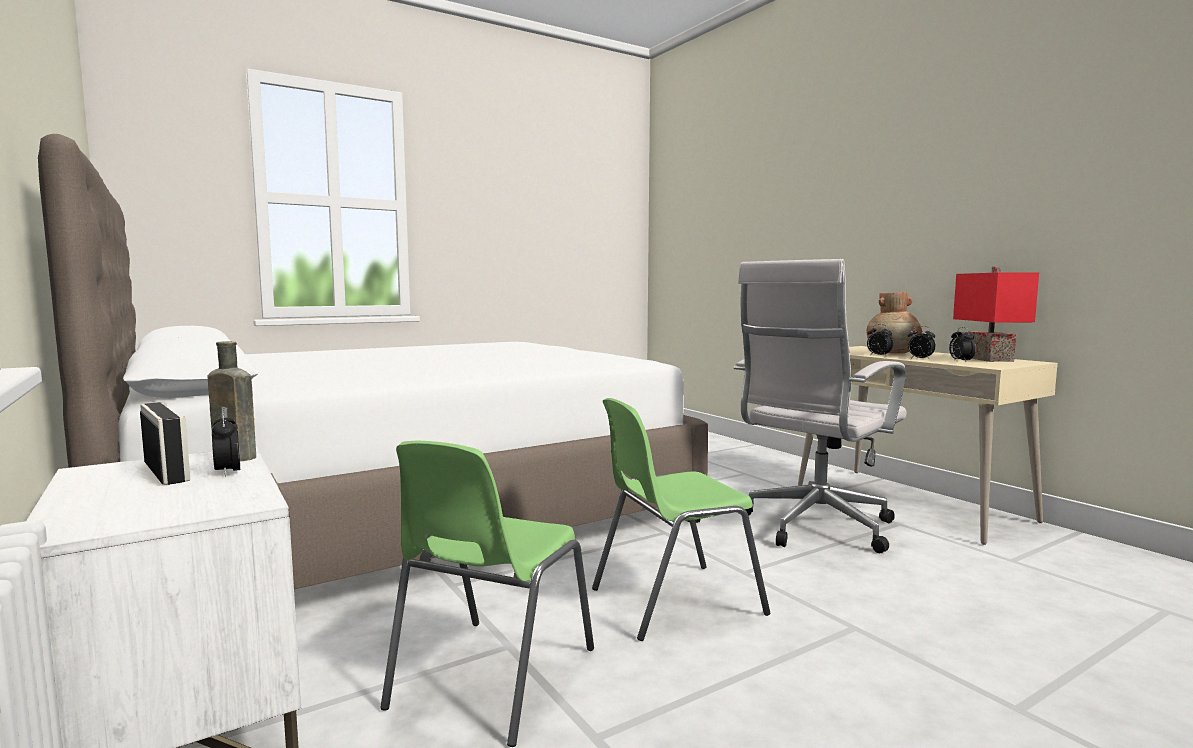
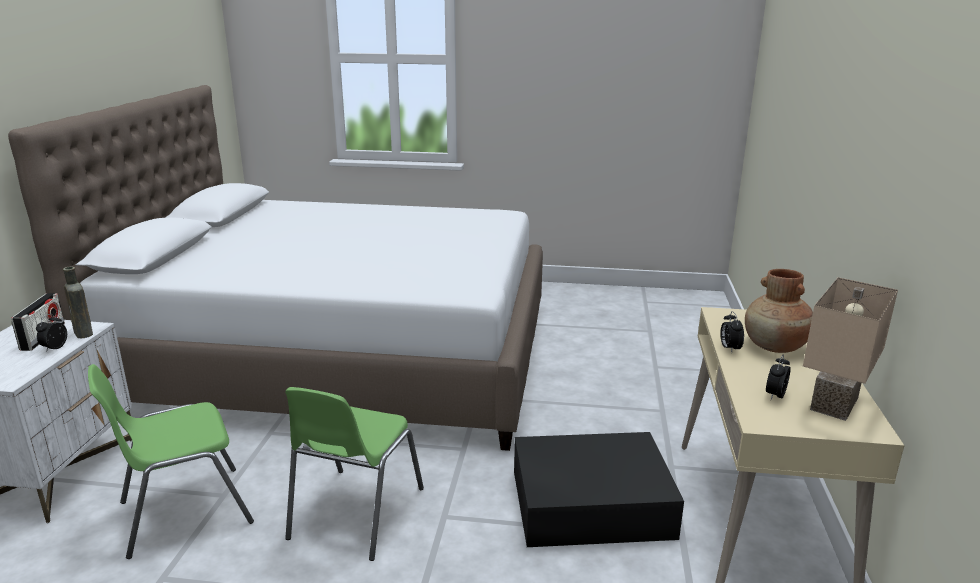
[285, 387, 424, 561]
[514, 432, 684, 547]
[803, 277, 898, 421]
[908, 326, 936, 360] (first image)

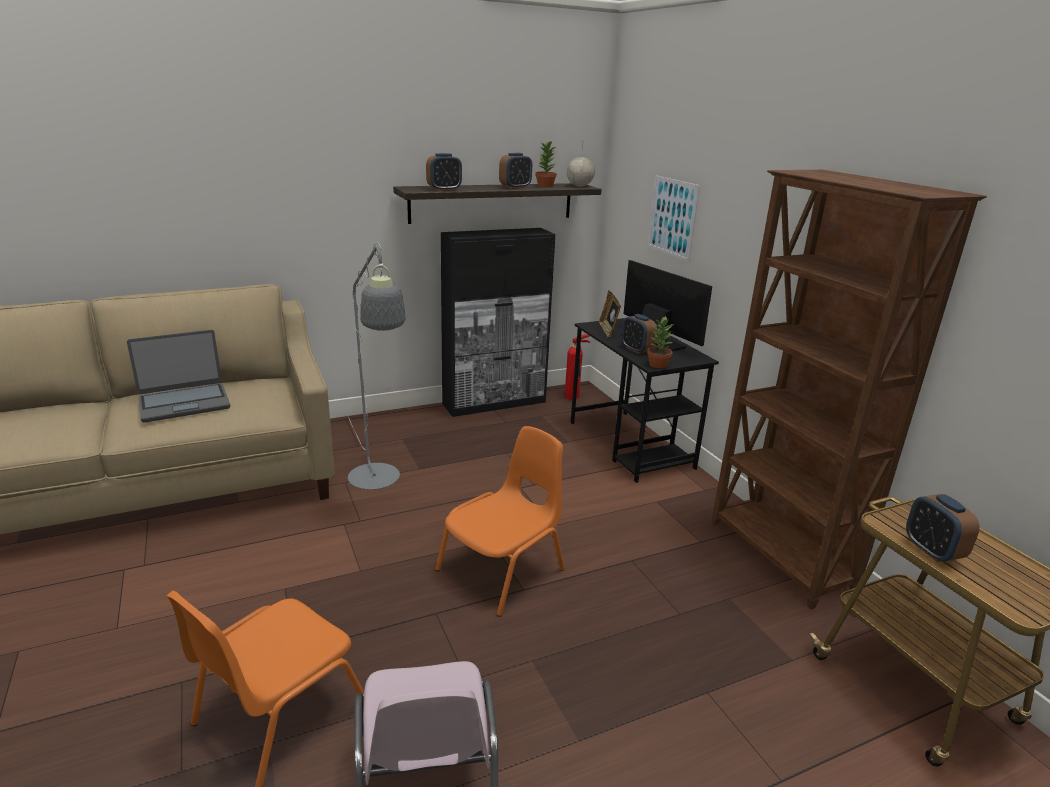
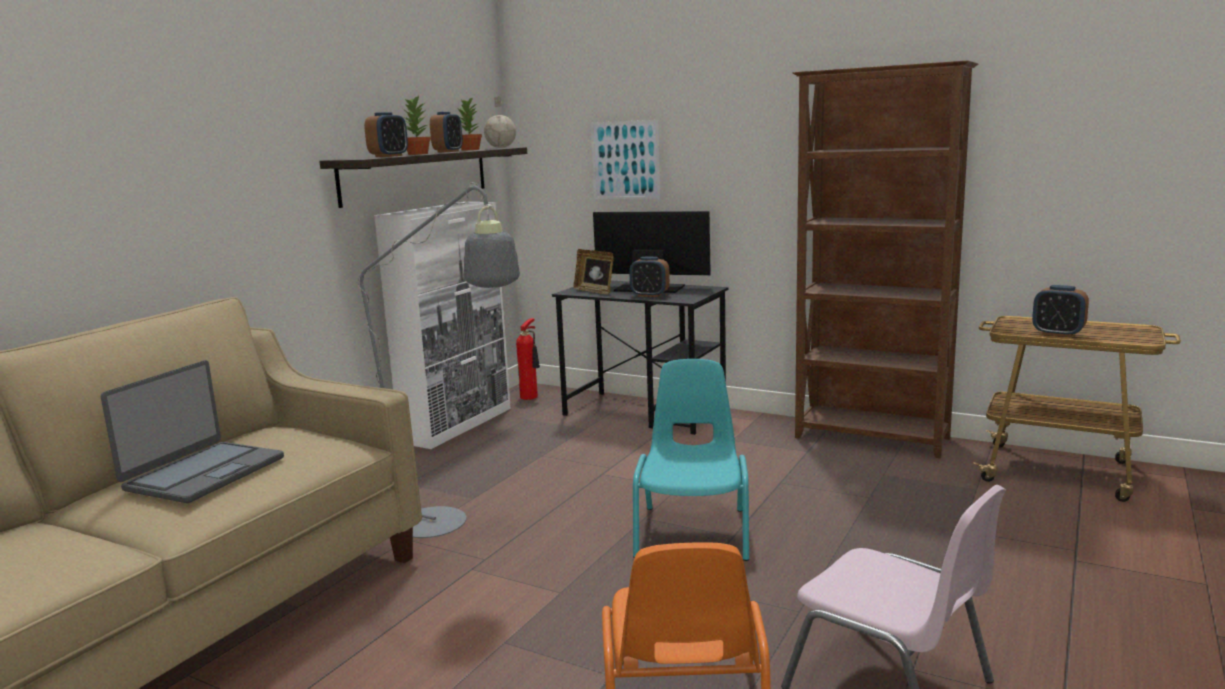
[374, 202, 511, 449]
[403, 95, 431, 155]
[633, 359, 749, 561]

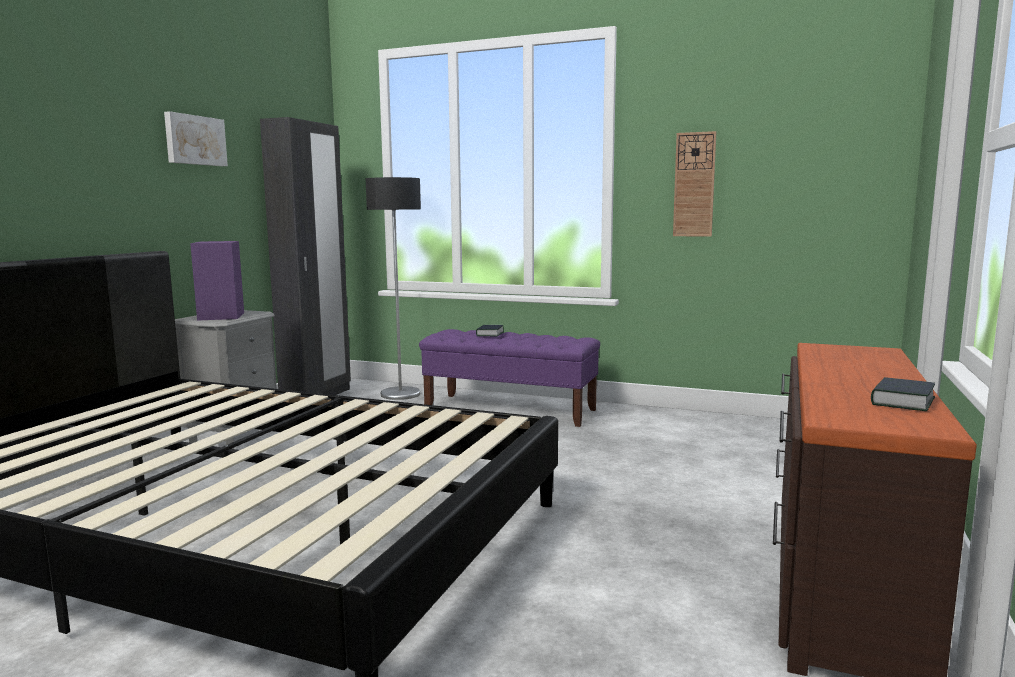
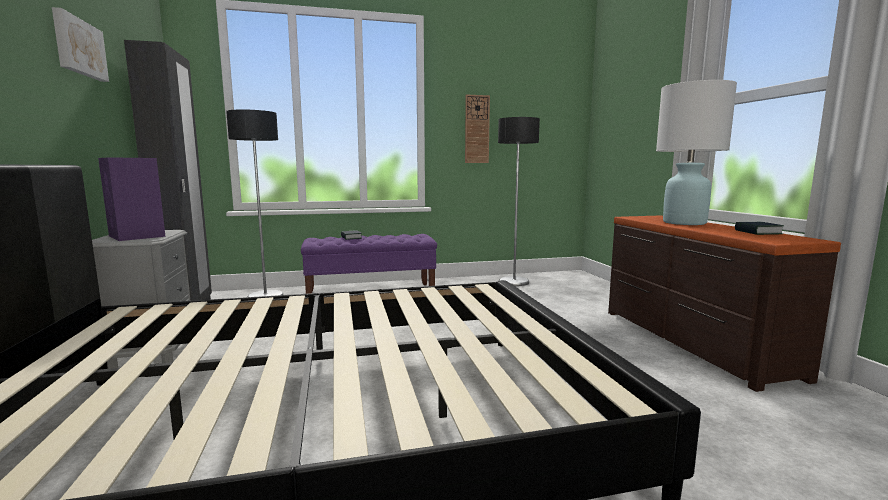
[498, 117, 540, 286]
[656, 80, 737, 225]

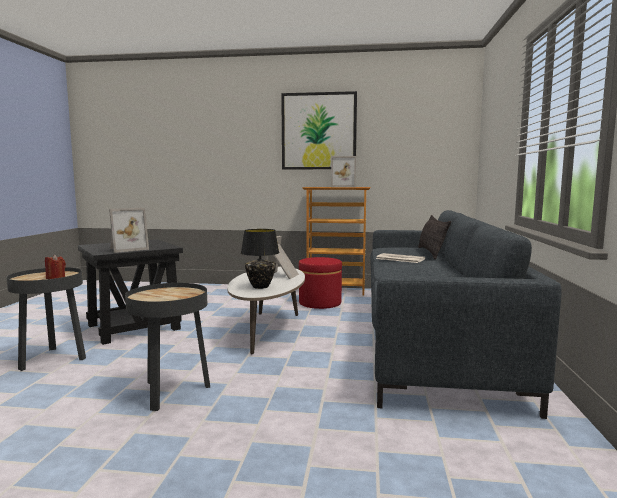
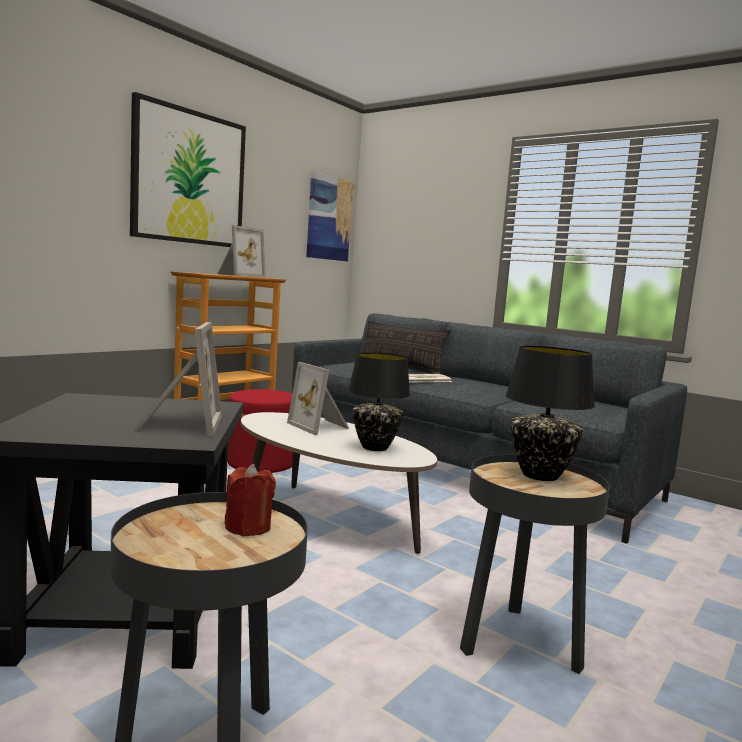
[306, 171, 354, 262]
[506, 346, 595, 481]

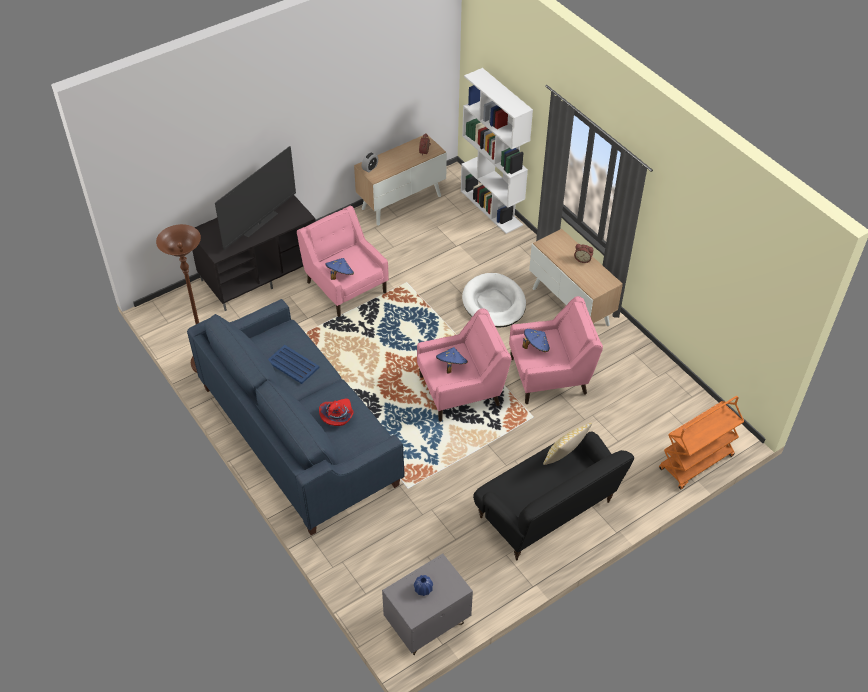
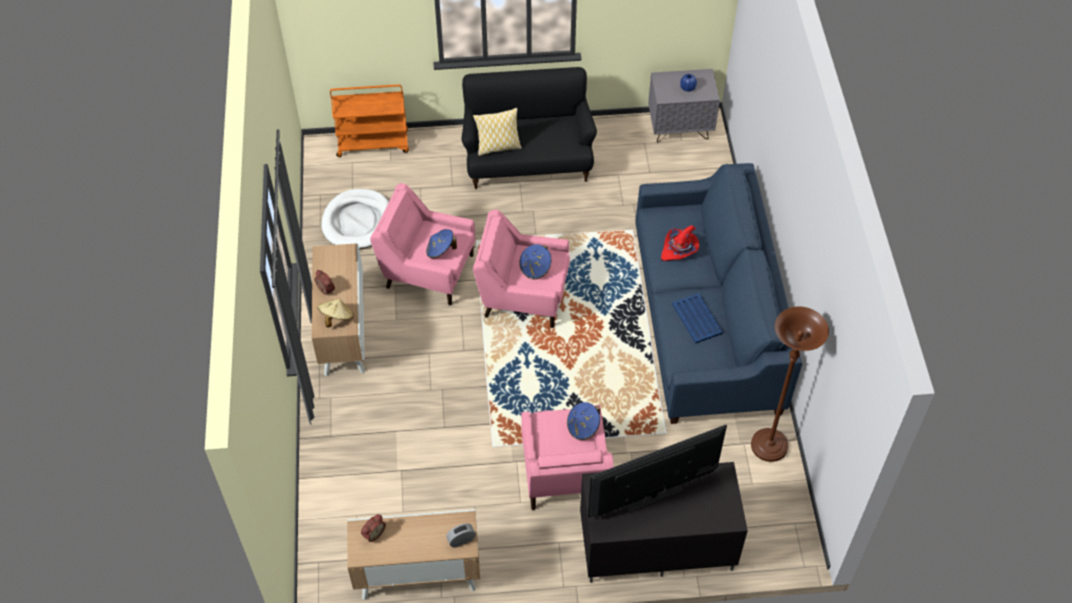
[318, 298, 354, 327]
[322, 189, 389, 250]
[461, 68, 533, 234] (first image)

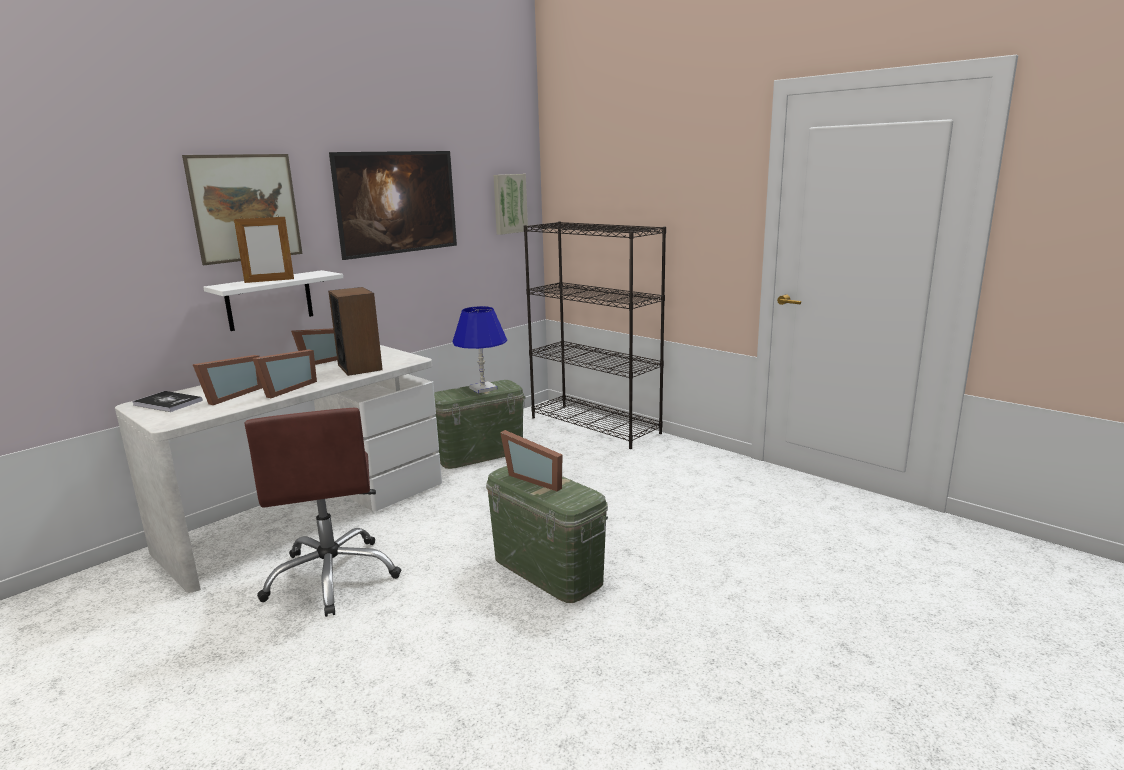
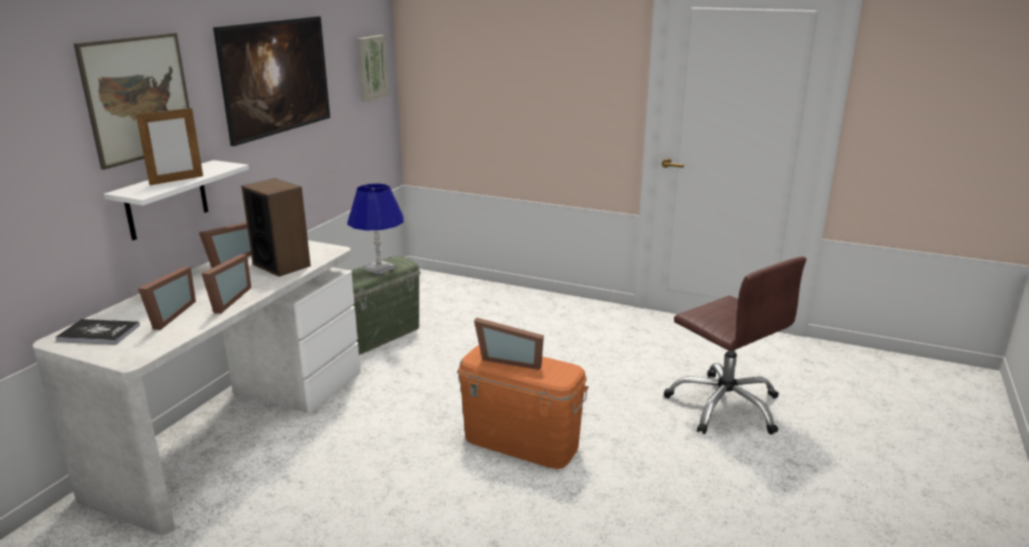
[457, 345, 589, 469]
[664, 256, 806, 435]
[524, 222, 666, 449] (first image)

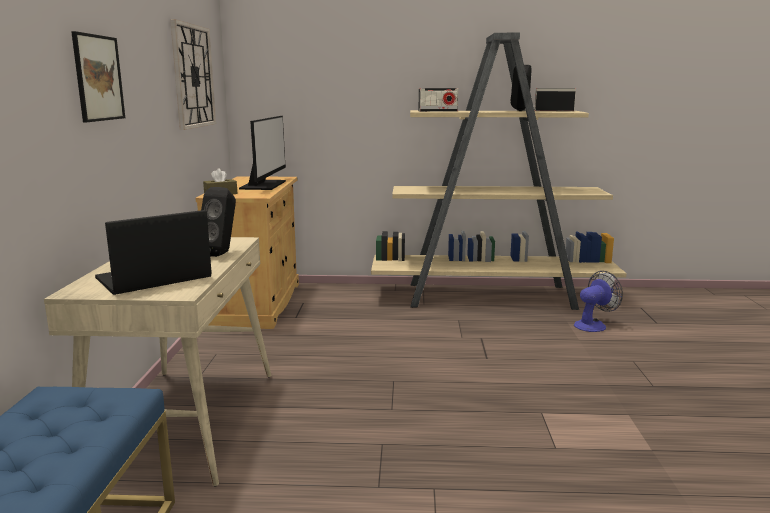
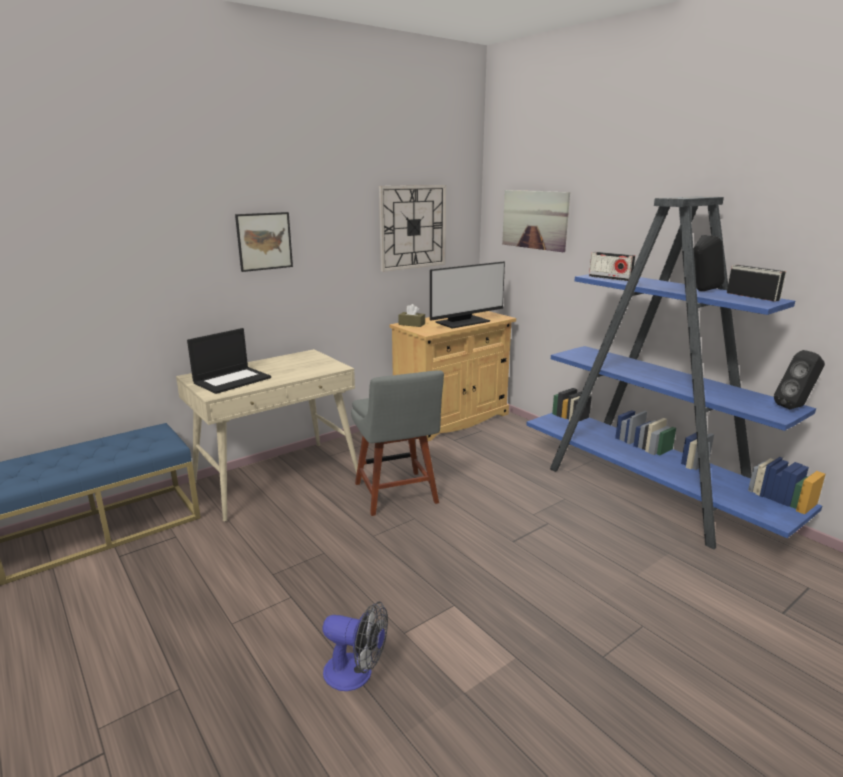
[187, 328, 271, 394]
[322, 602, 388, 691]
[351, 370, 444, 516]
[502, 190, 570, 252]
[526, 196, 825, 549]
[774, 350, 825, 409]

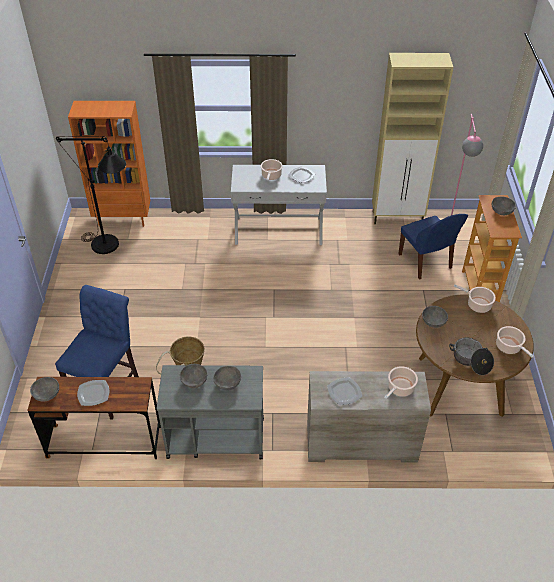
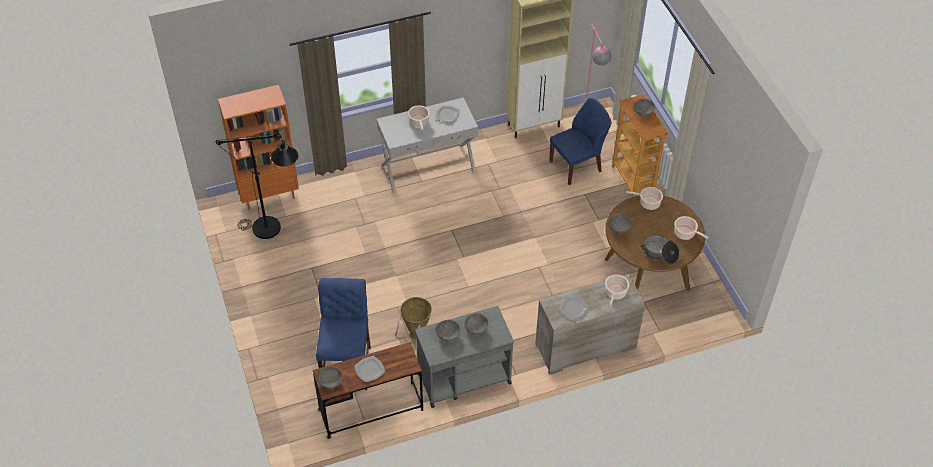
[549, 98, 611, 185]

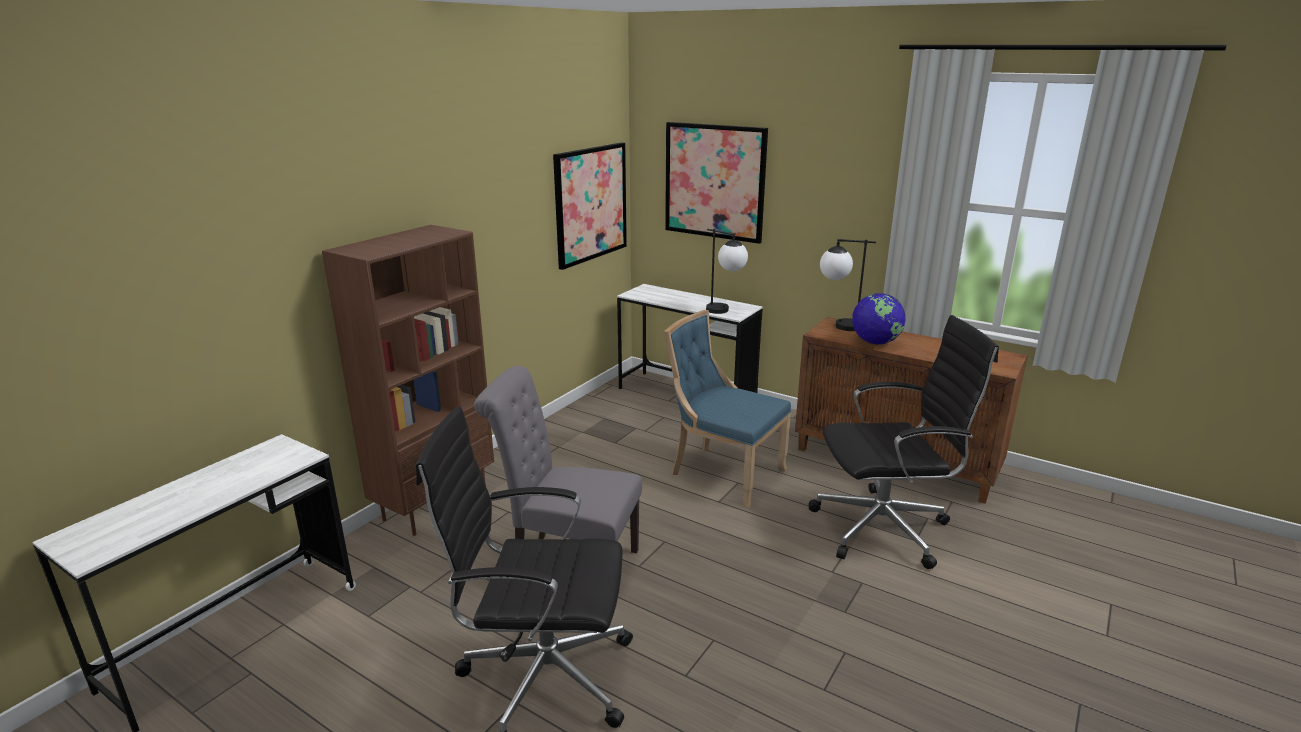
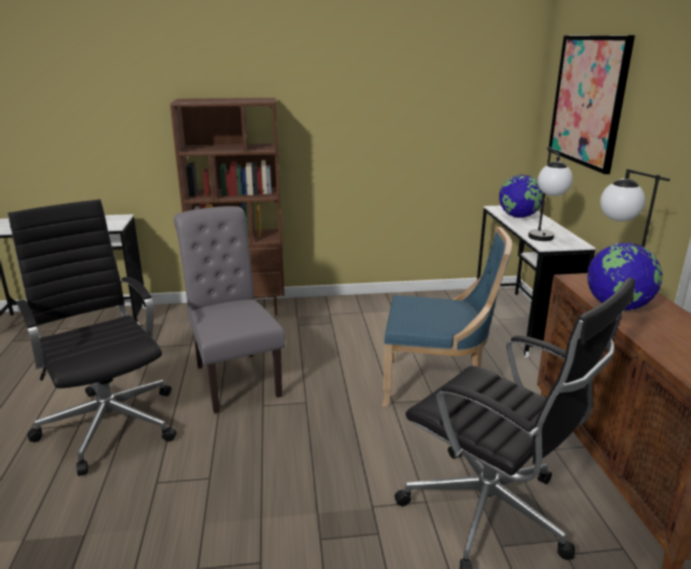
[382, 227, 512, 407]
[499, 174, 543, 218]
[553, 143, 627, 270] (first image)

